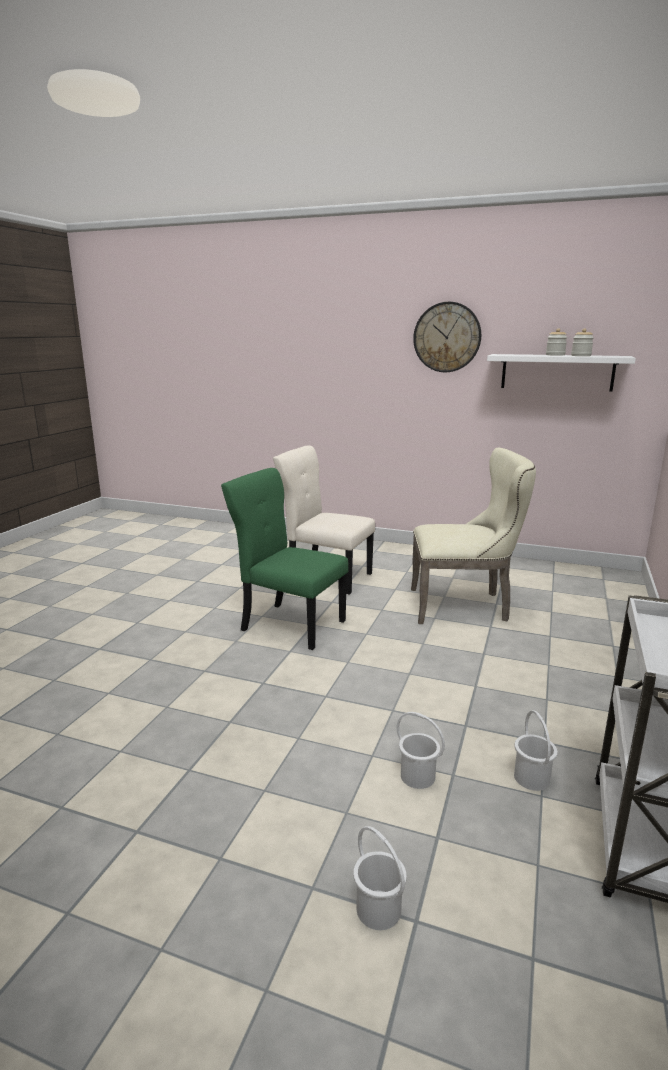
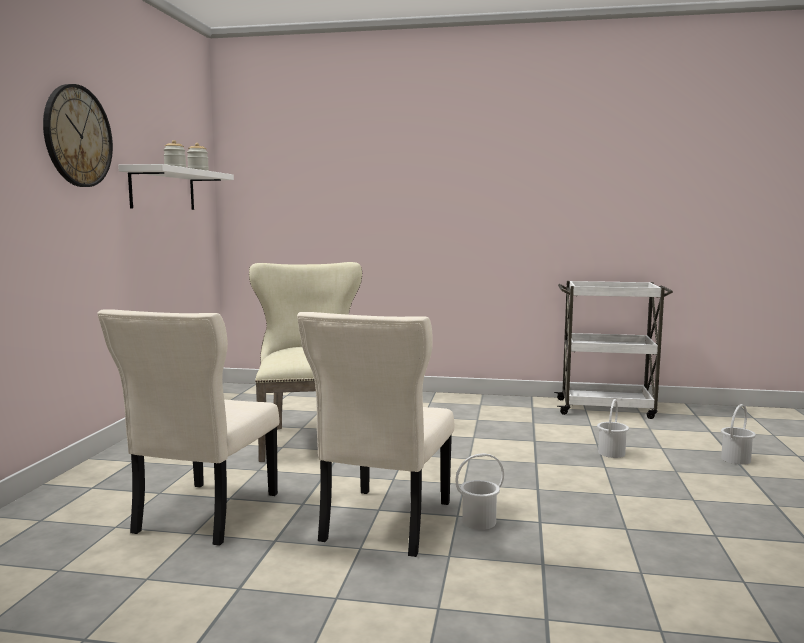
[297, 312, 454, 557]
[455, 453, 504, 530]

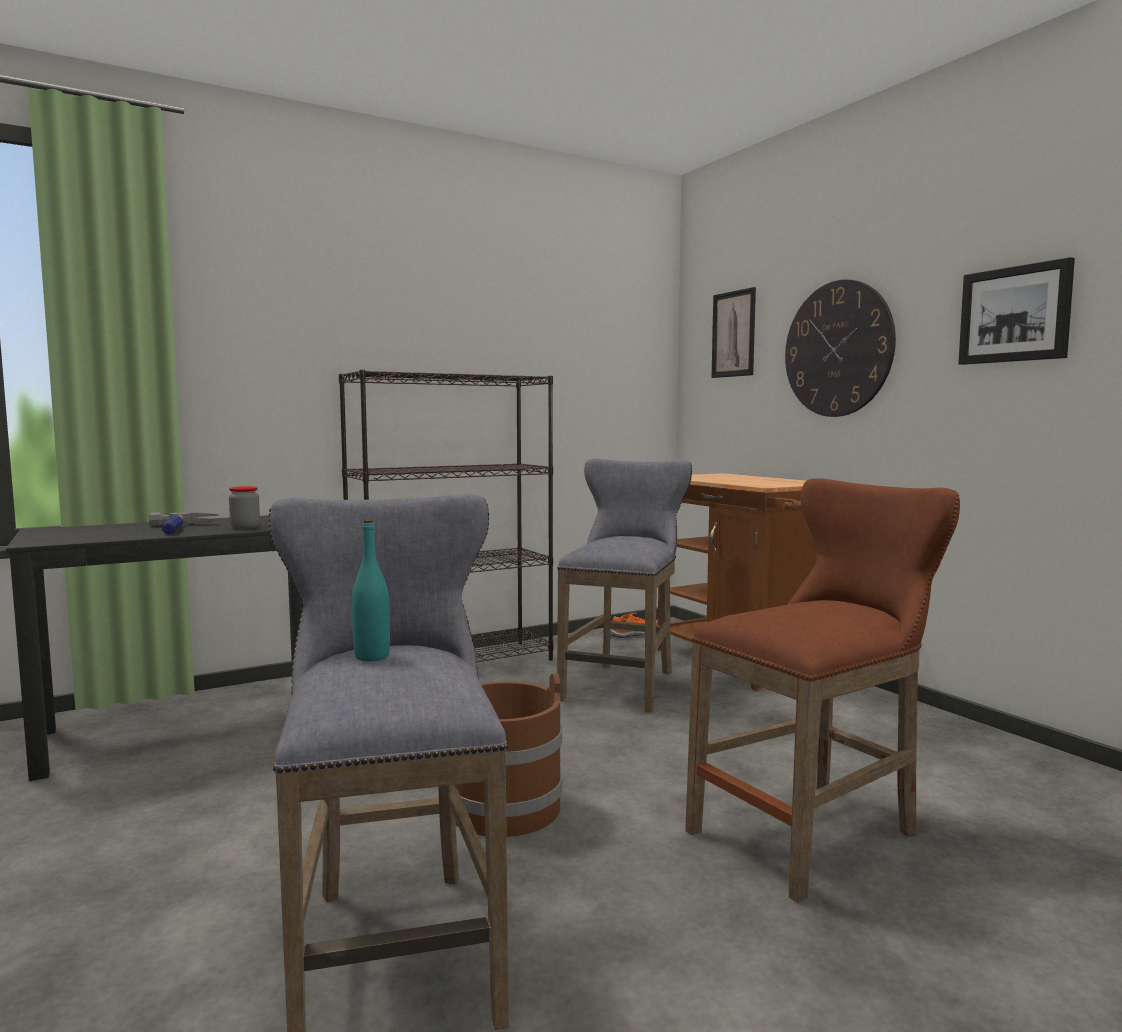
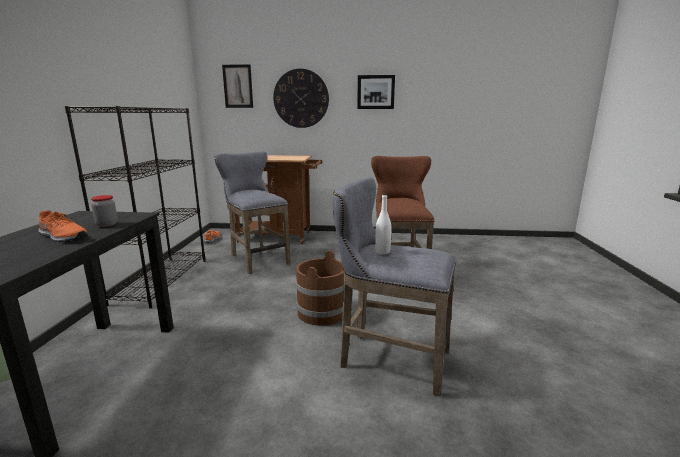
[38, 210, 88, 242]
[375, 193, 391, 254]

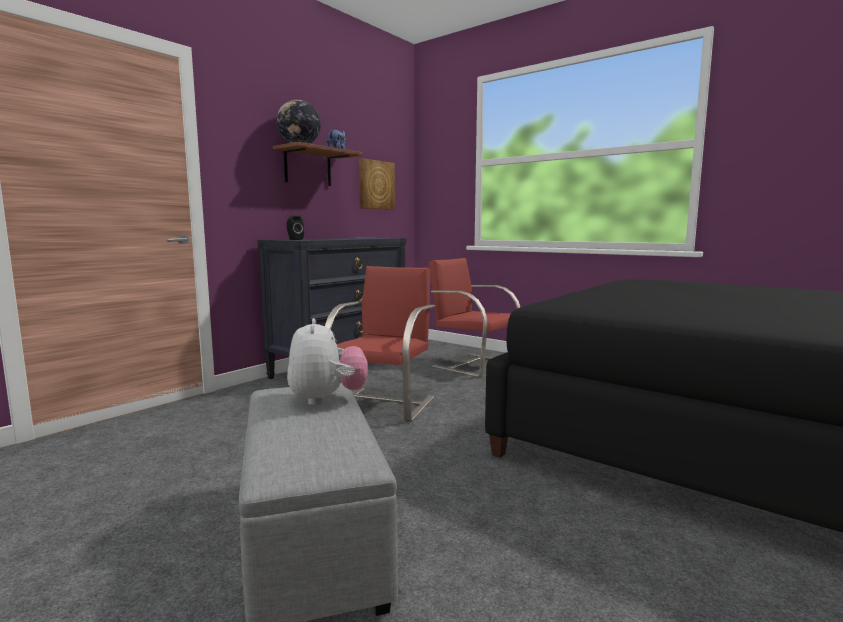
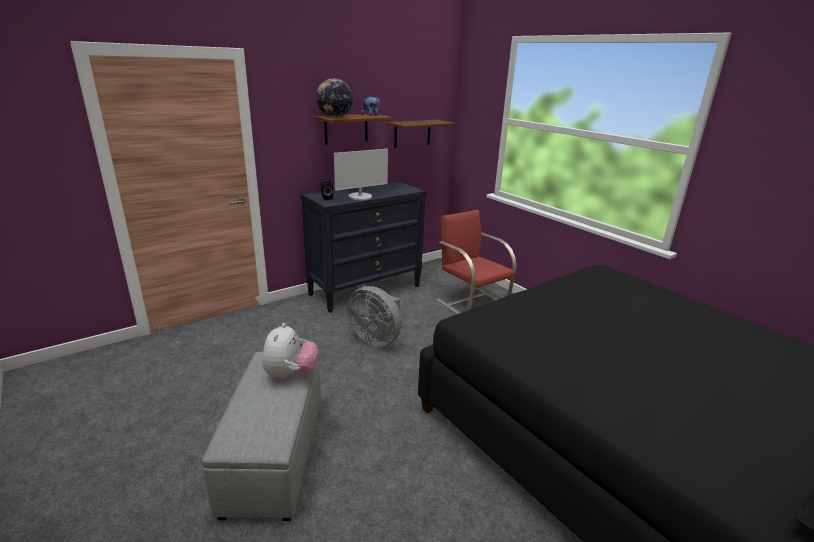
[334, 149, 388, 200]
[347, 286, 402, 347]
[387, 120, 455, 148]

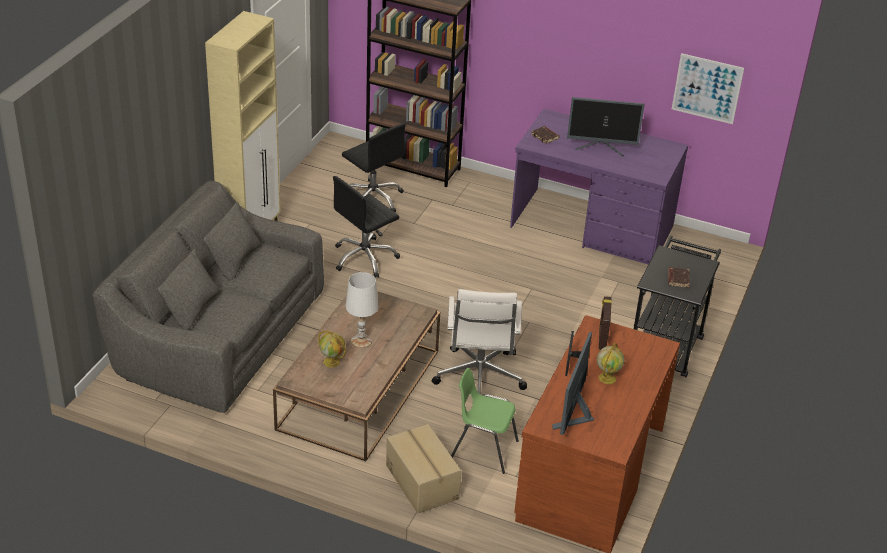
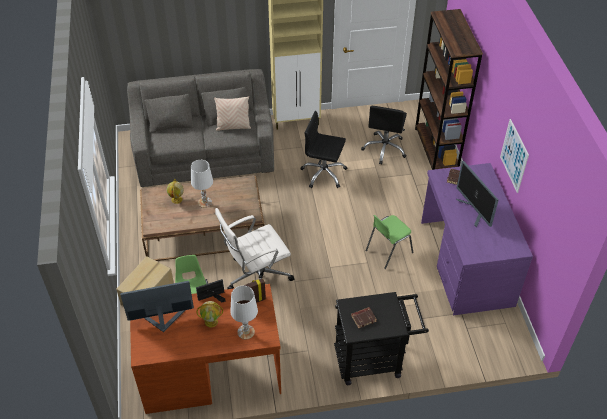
[214, 96, 251, 131]
[230, 286, 258, 340]
[366, 215, 413, 269]
[500, 119, 529, 193]

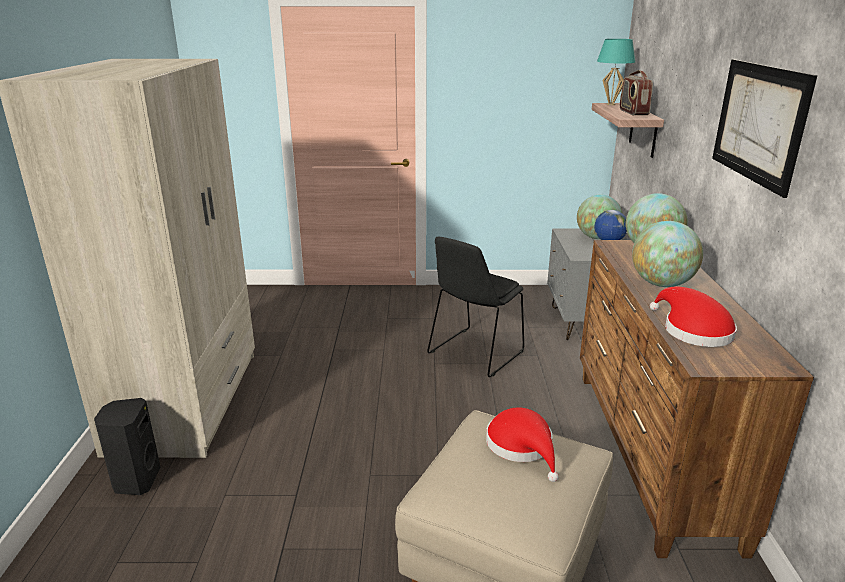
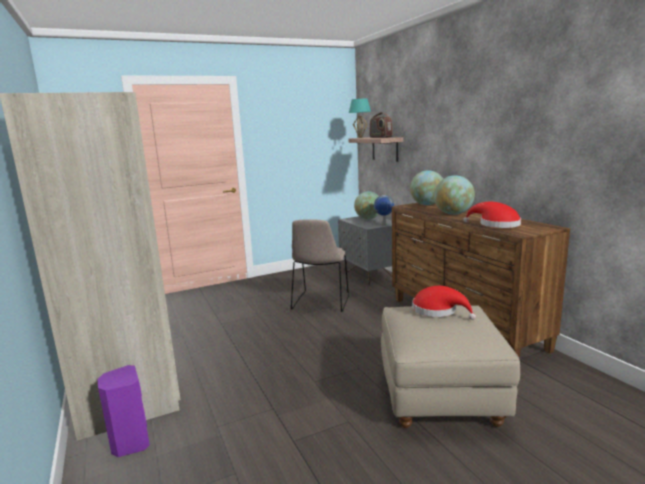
[97, 365, 150, 457]
[291, 219, 349, 312]
[712, 59, 817, 198] (first image)

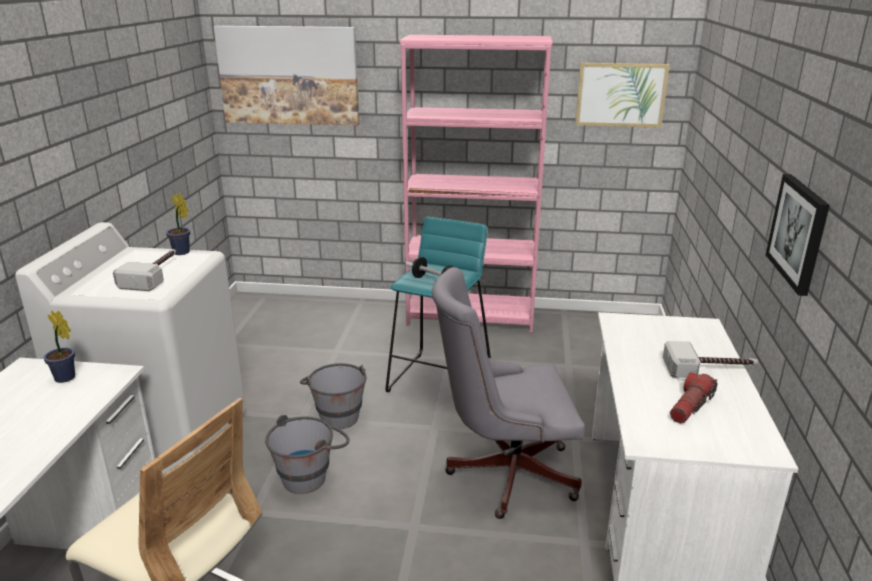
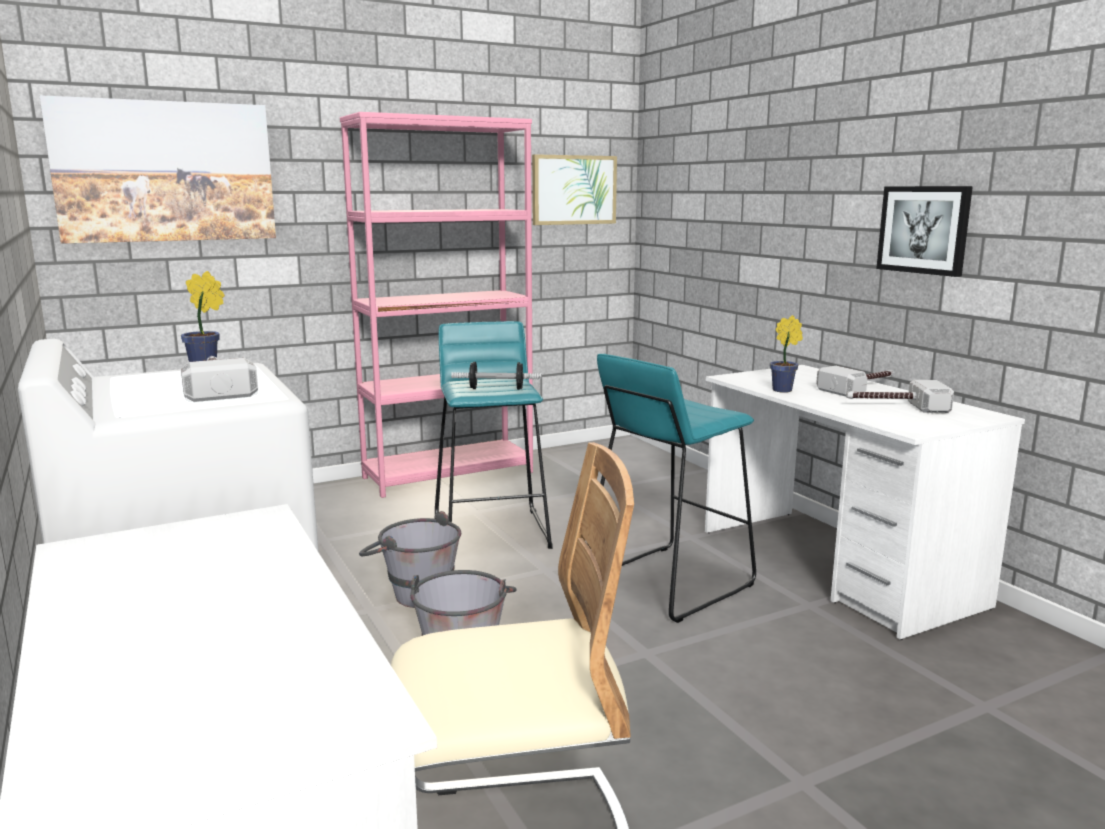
[588, 354, 756, 623]
[770, 315, 803, 393]
[846, 380, 954, 413]

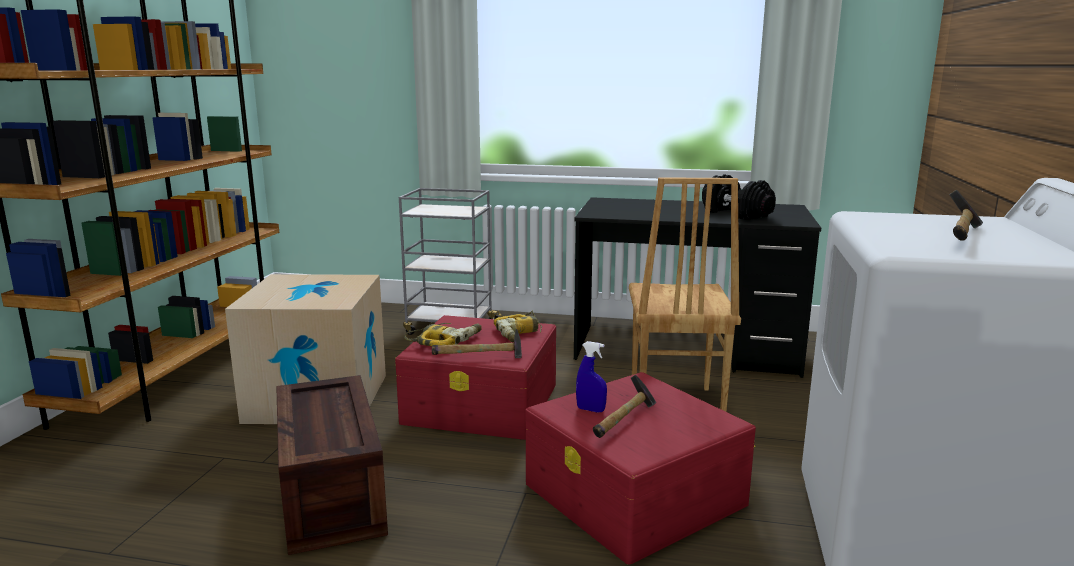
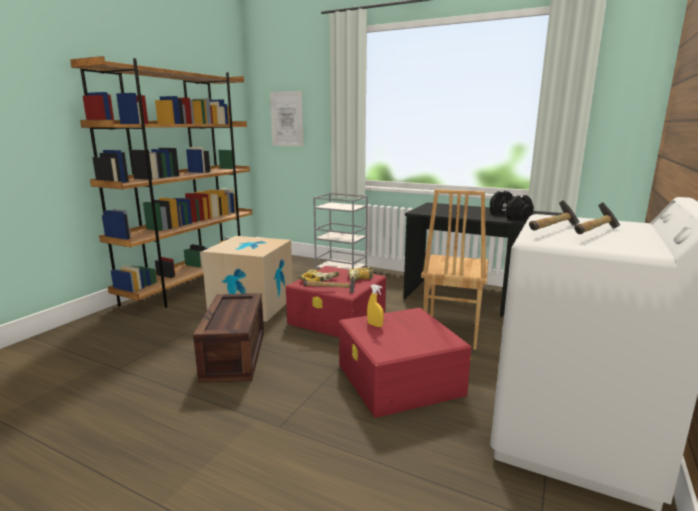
[270, 91, 304, 146]
[367, 284, 384, 327]
[529, 200, 580, 231]

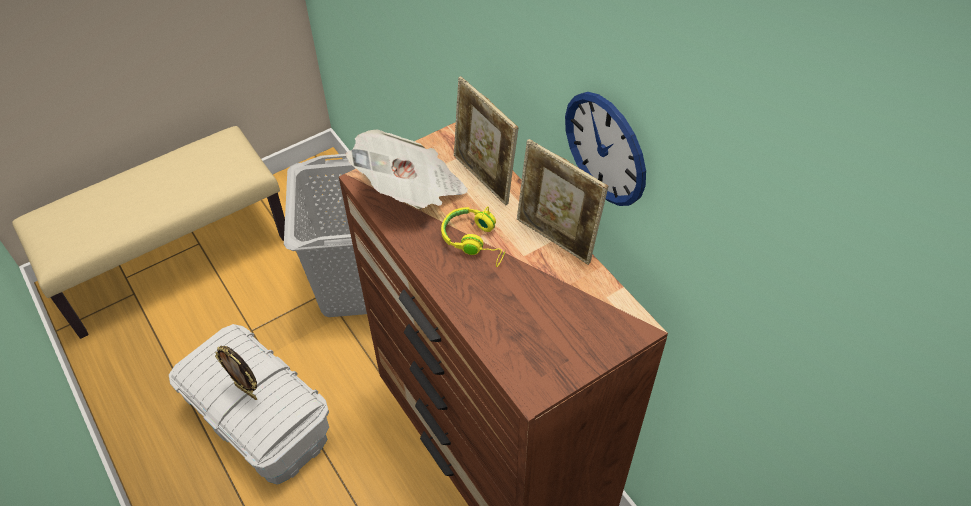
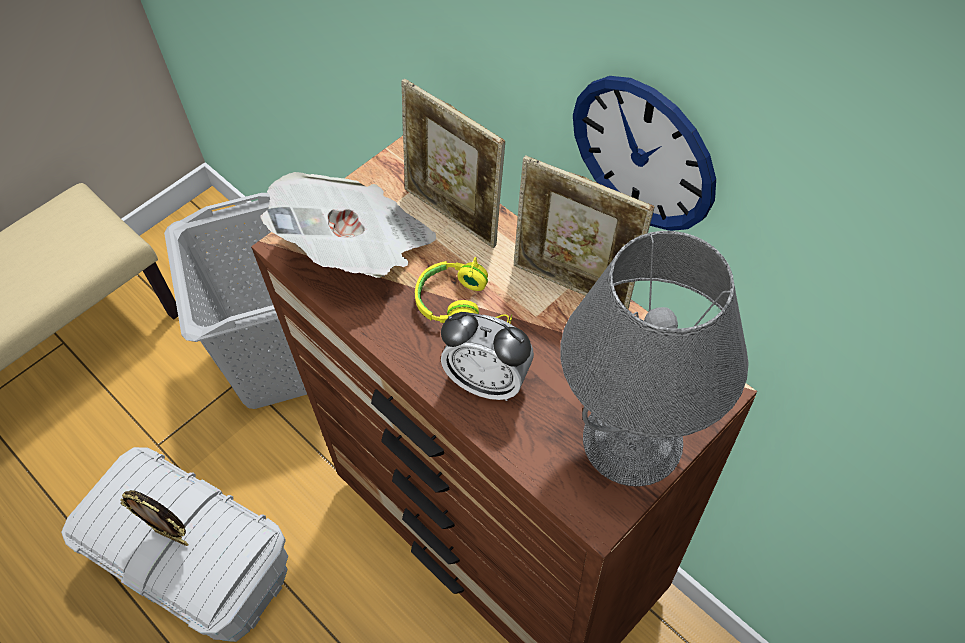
[441, 312, 534, 401]
[560, 231, 749, 486]

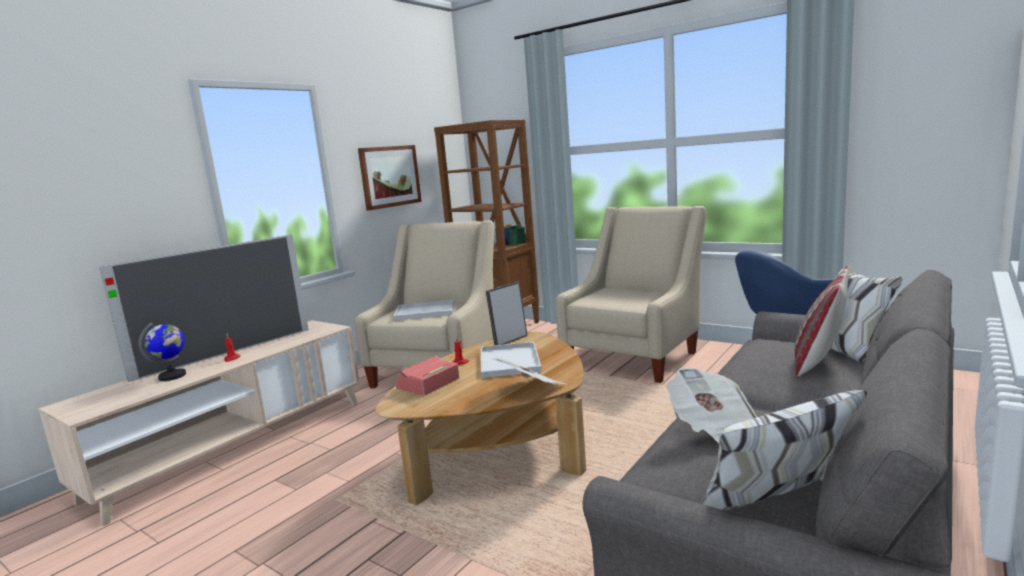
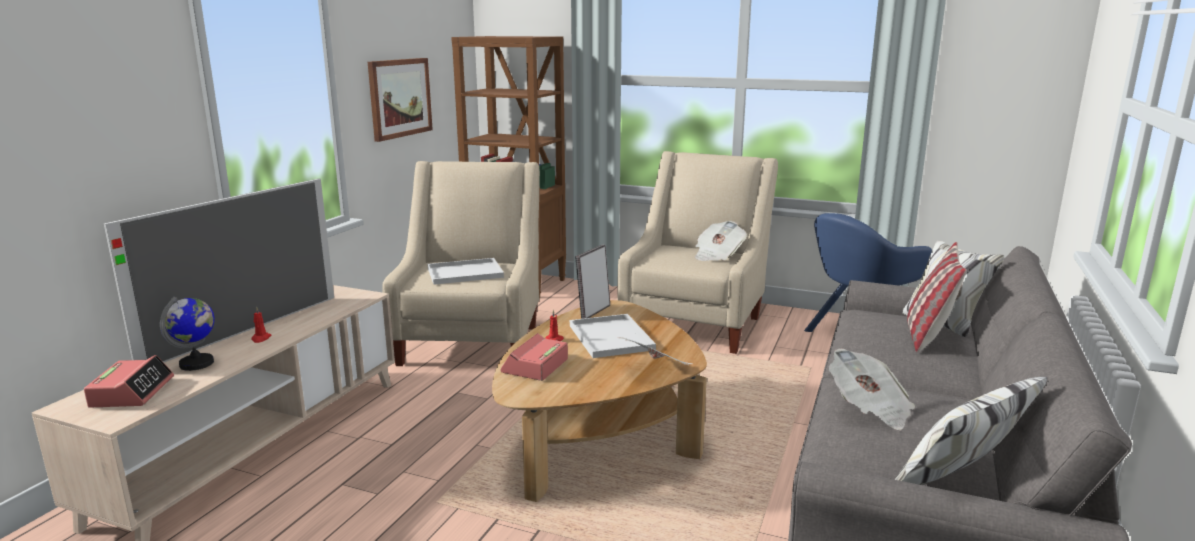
[84, 355, 174, 408]
[695, 221, 747, 261]

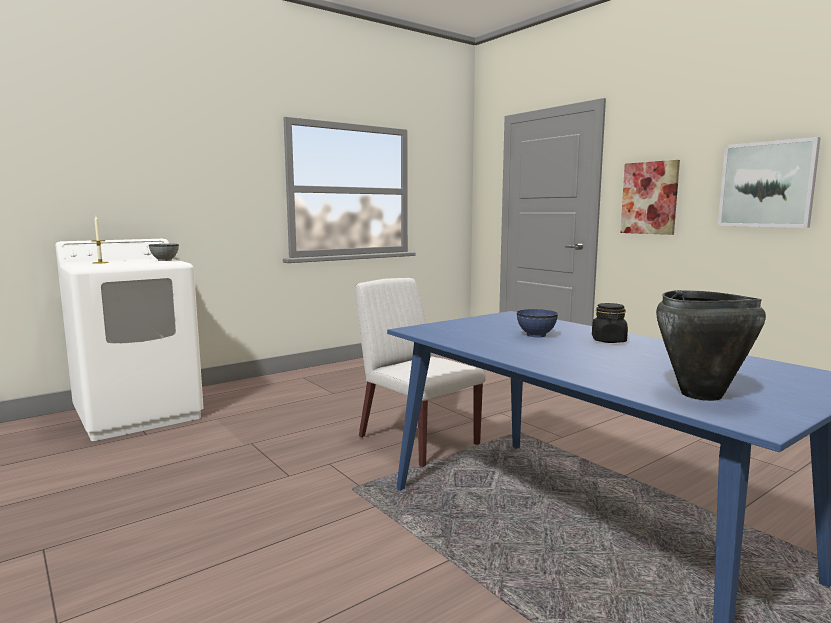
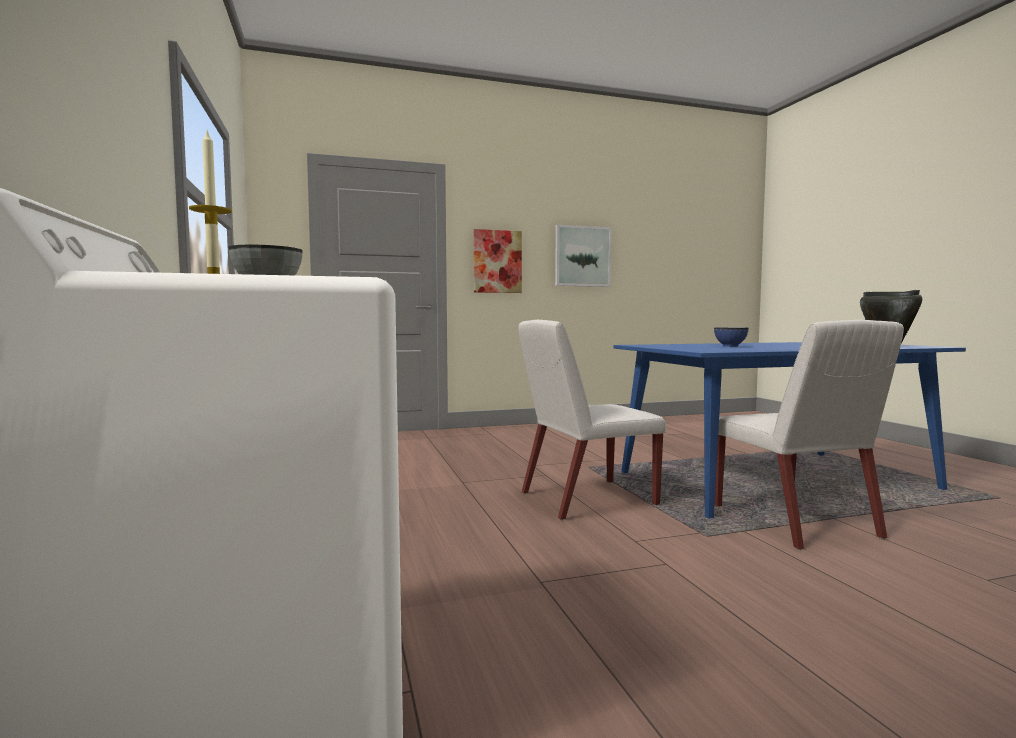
[715, 320, 904, 550]
[592, 303, 628, 343] (first image)

